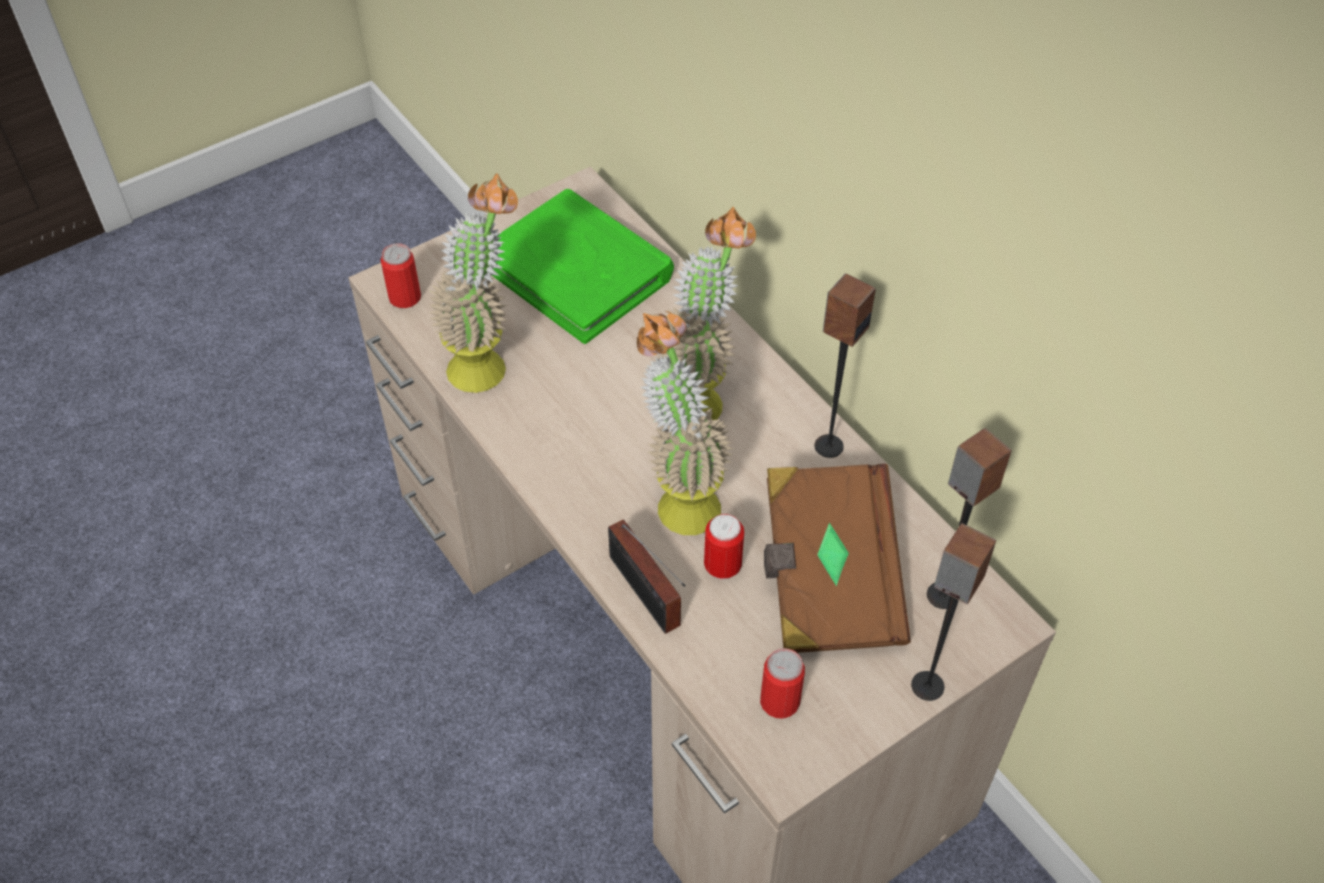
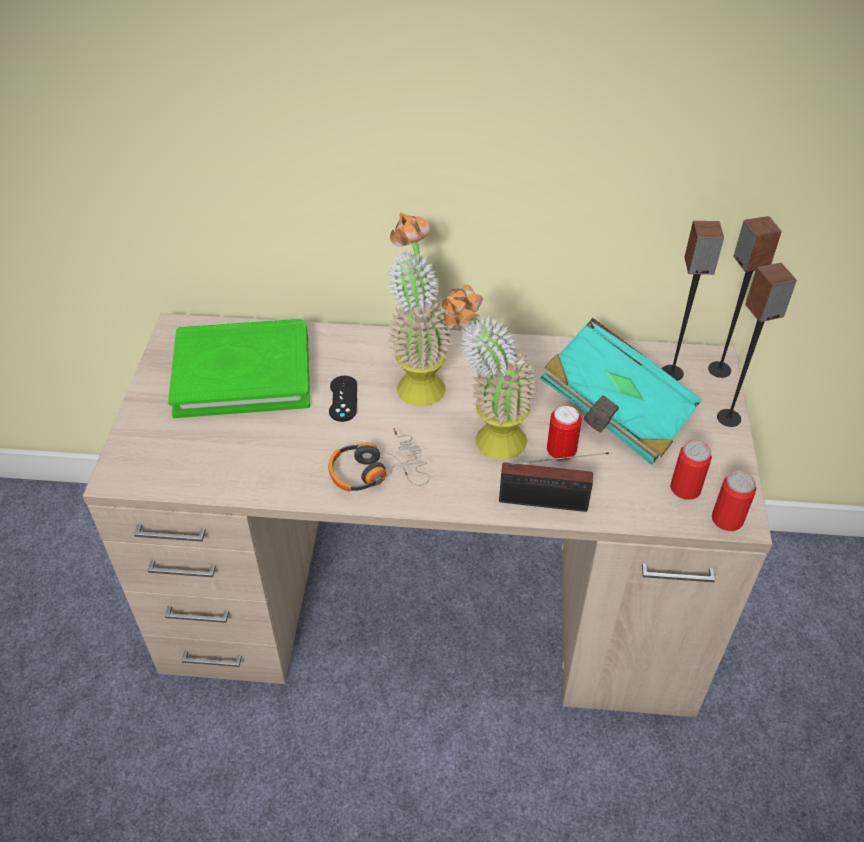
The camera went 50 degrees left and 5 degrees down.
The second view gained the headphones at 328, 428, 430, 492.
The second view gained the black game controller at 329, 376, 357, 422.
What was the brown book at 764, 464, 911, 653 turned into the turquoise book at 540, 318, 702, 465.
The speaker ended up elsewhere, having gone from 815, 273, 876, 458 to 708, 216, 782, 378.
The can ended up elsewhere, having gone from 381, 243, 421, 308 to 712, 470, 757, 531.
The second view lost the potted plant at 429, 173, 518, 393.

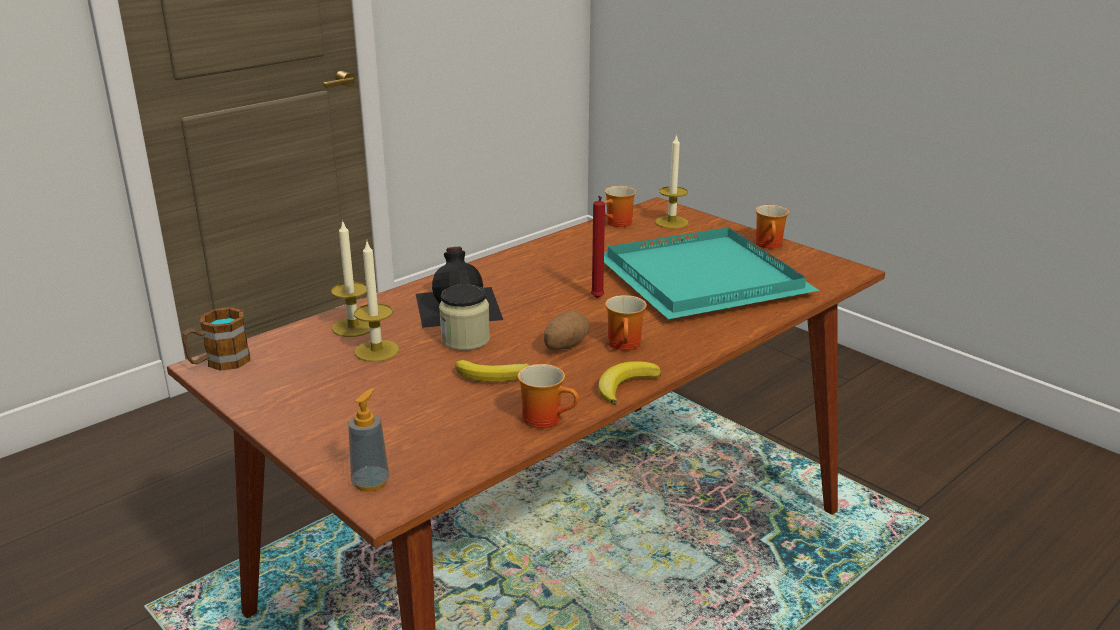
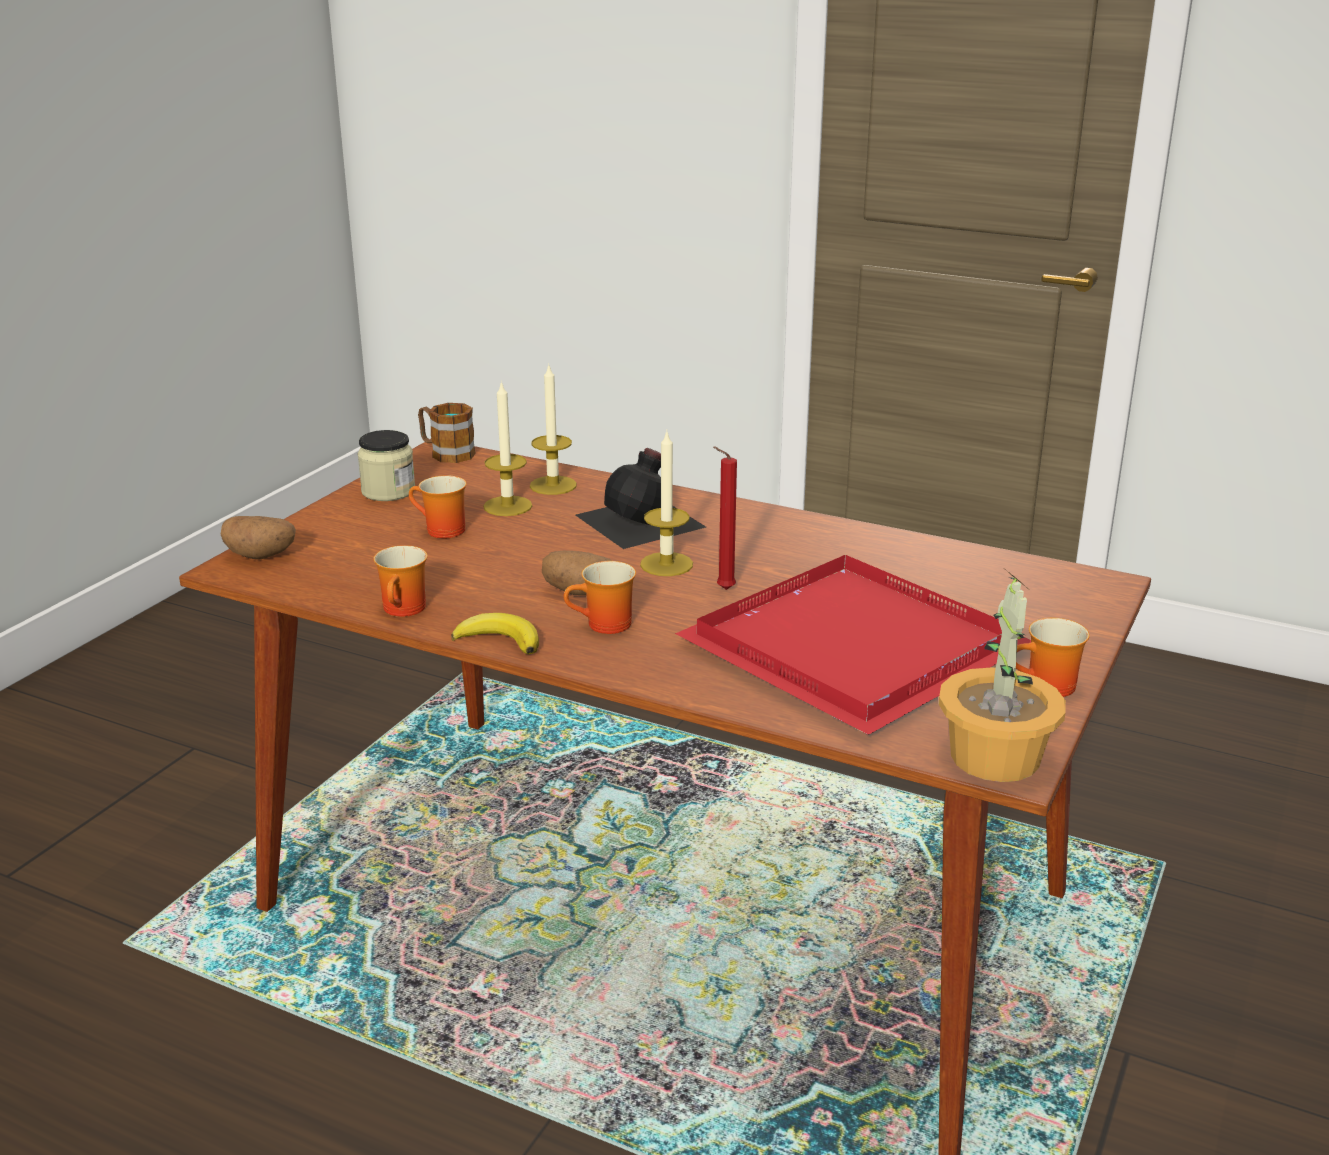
The camera went 70 degrees right and 0 degrees up.
Where the soap dispenser stood at 348, 388, 389, 492, the potato came to stand at 221, 516, 296, 559.
The jar ended up elsewhere, having gone from 439, 284, 490, 351 to 357, 430, 415, 501.
The mug ended up elsewhere, having gone from 604, 186, 636, 227 to 409, 475, 467, 539.
The candle ended up elsewhere, having gone from 655, 134, 689, 229 to 640, 432, 693, 576.
What was the turquoise tray at 604, 227, 820, 319 turned into the red tray at 675, 555, 1031, 735.
The second view gained the potted plant at 938, 570, 1066, 782.
The second view lost the banana at 455, 360, 529, 382.

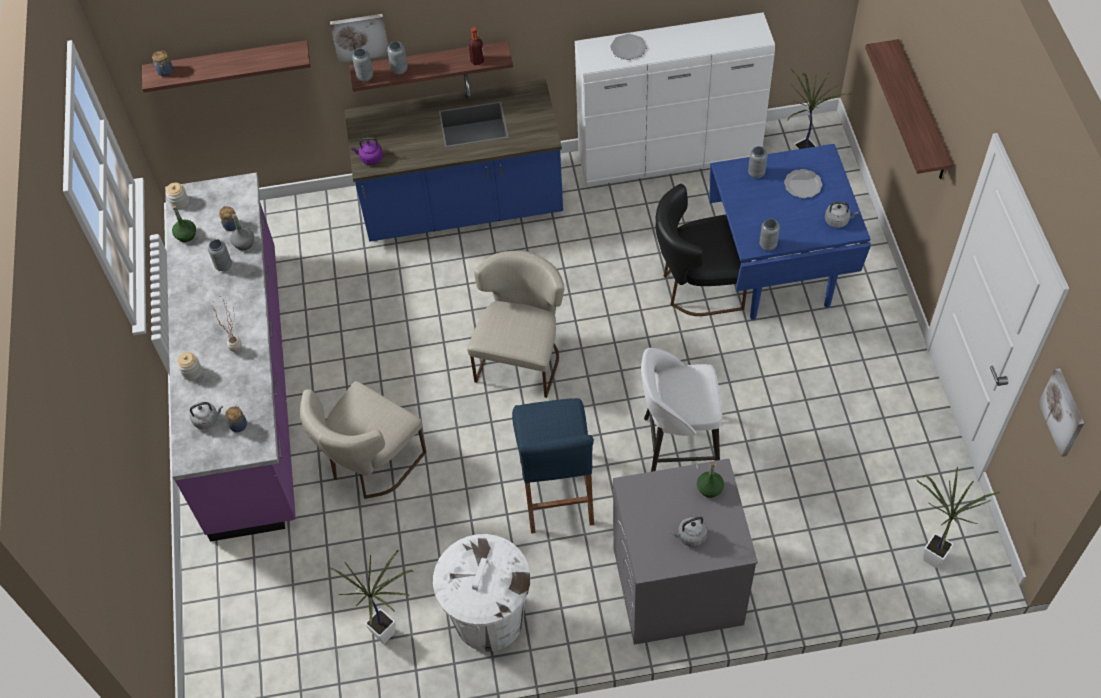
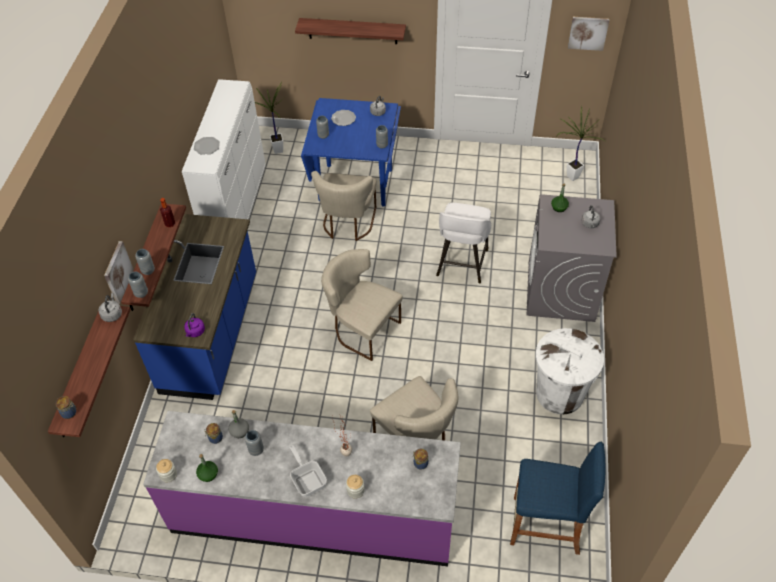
The camera went 75 degrees left and 5 degrees down.
The grey kettle ended up elsewhere, having gone from 190, 402, 223, 429 to 99, 293, 122, 322.
The second view gained the frying pan at 289, 445, 327, 497.
What was the black chair at 656, 184, 747, 316 turned into the beige chair at 311, 171, 377, 241.
The blue stool ended up elsewhere, having gone from 512, 398, 594, 534 to 510, 442, 605, 555.
The second view lost the potted plant at 329, 549, 413, 644.

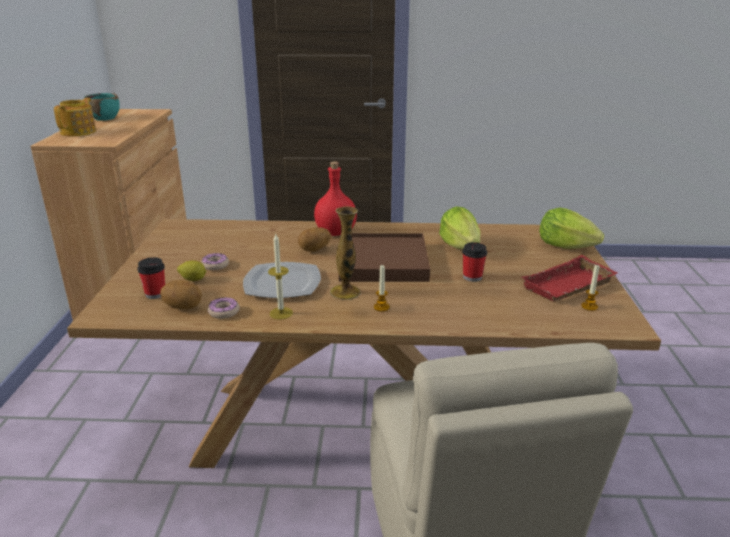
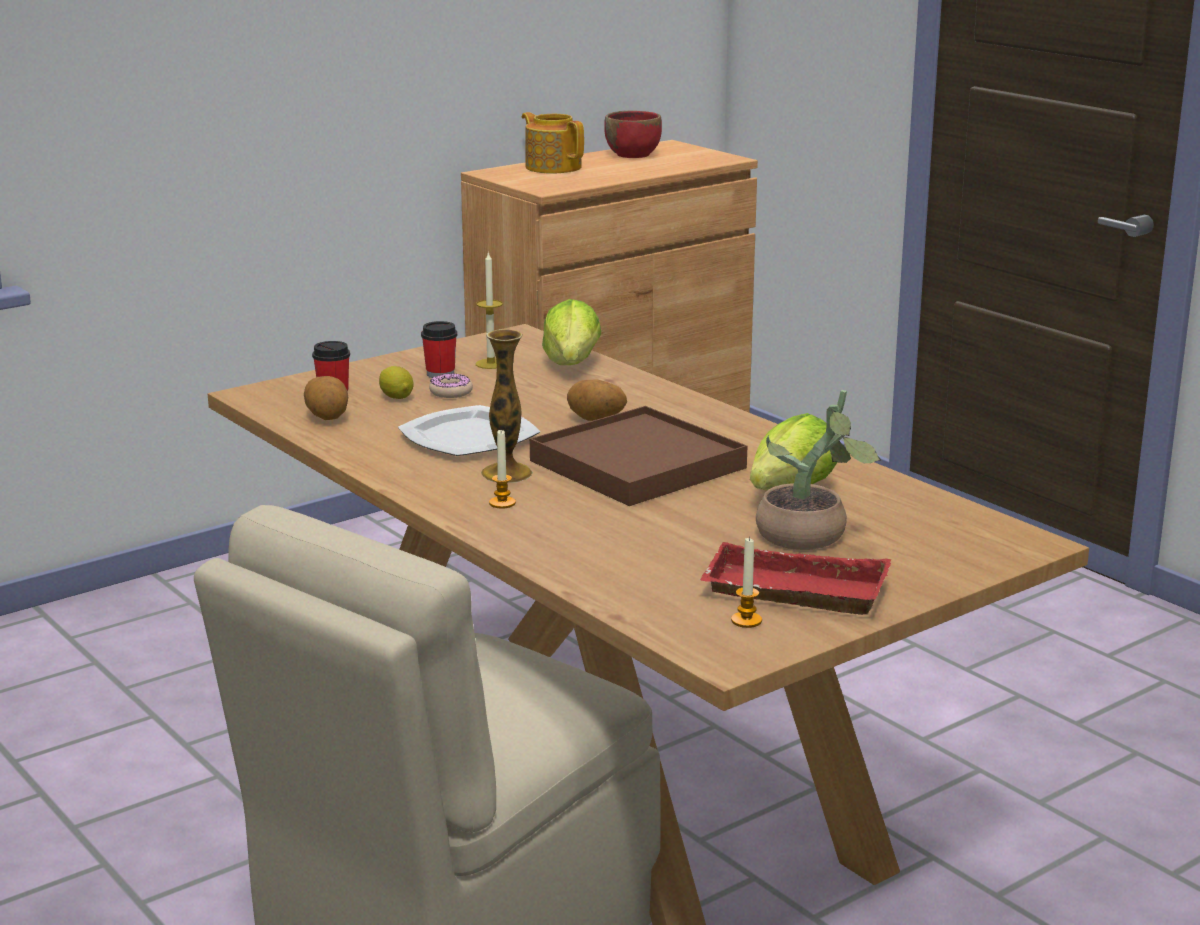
The camera went 50 degrees right and 5 degrees down.
The cup ended up elsewhere, having gone from 462, 242, 487, 282 to 421, 321, 457, 378.
The candle ended up elsewhere, having gone from 268, 234, 293, 320 to 476, 251, 503, 369.
The teapot at 54, 98, 96, 136 ended up facing another way, 105 degrees counterclockwise from before.
The lettuce ended up elsewhere, having gone from 539, 208, 604, 249 to 542, 299, 601, 365.
What was the turquoise bowl at 84, 93, 120, 121 turned into the red bowl at 604, 111, 662, 158.
The second view gained the potted plant at 756, 390, 882, 550.
The second view lost the donut at 208, 297, 240, 319.
The second view lost the red bottle at 314, 161, 357, 236.

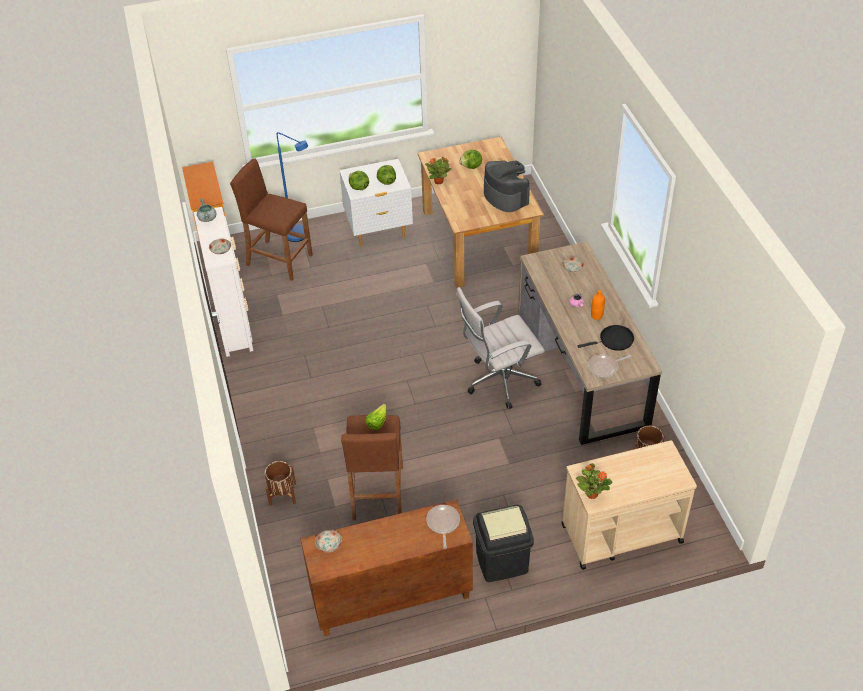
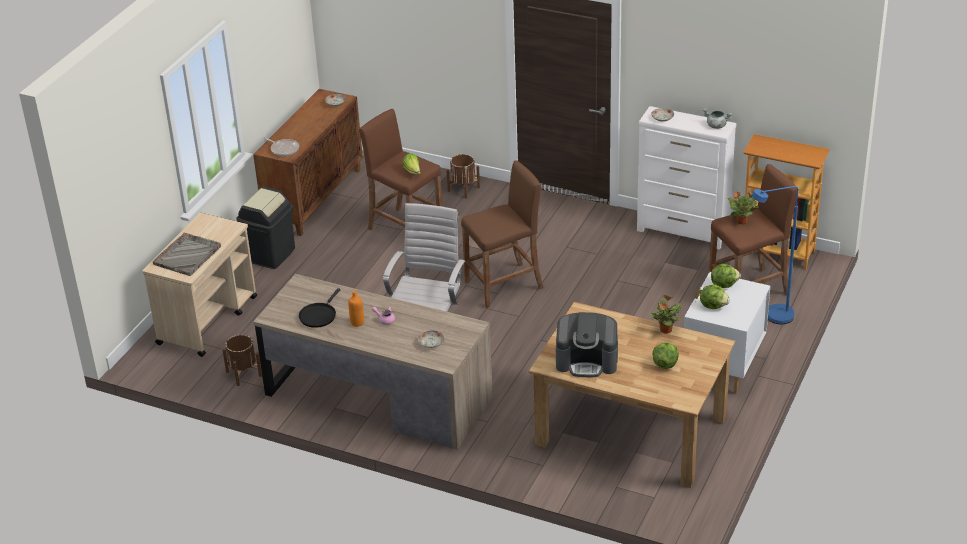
The camera went 130 degrees right and 10 degrees down.
The second view gained the grey tray at 153, 233, 221, 276.
The second view gained the brown stool at 461, 161, 544, 308.
The potted plant ended up elsewhere, having gone from 576, 463, 612, 499 to 727, 191, 759, 224.
The second view lost the frying pan at 588, 354, 631, 378.

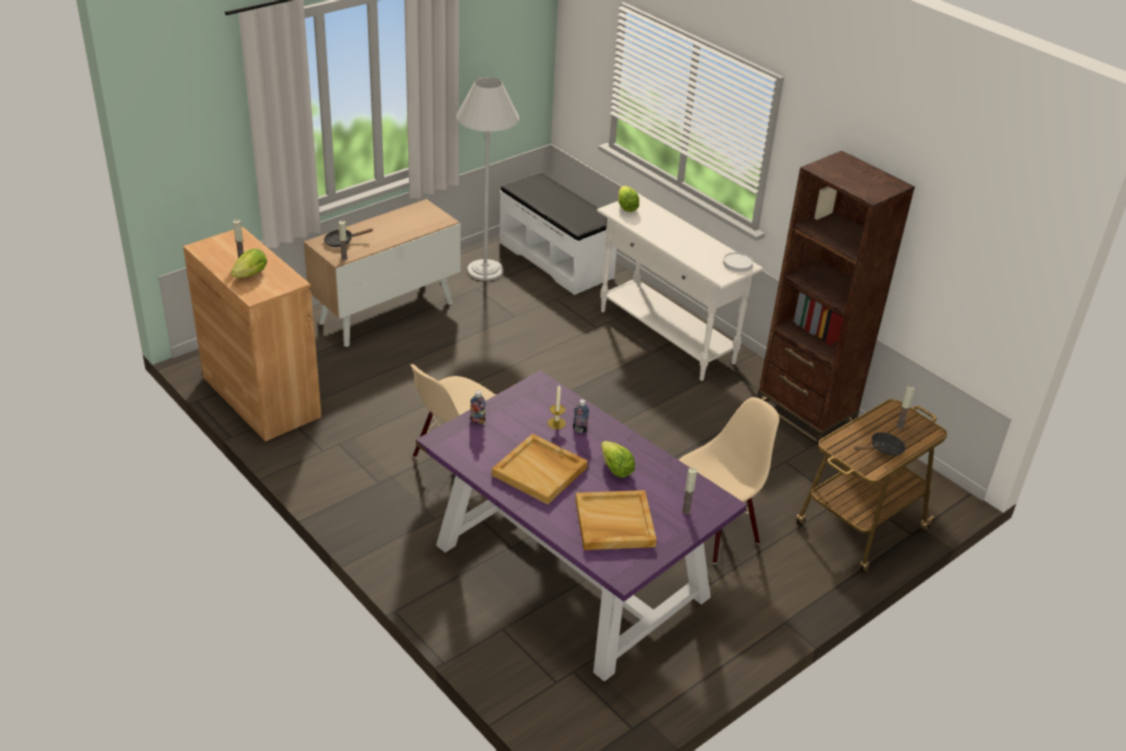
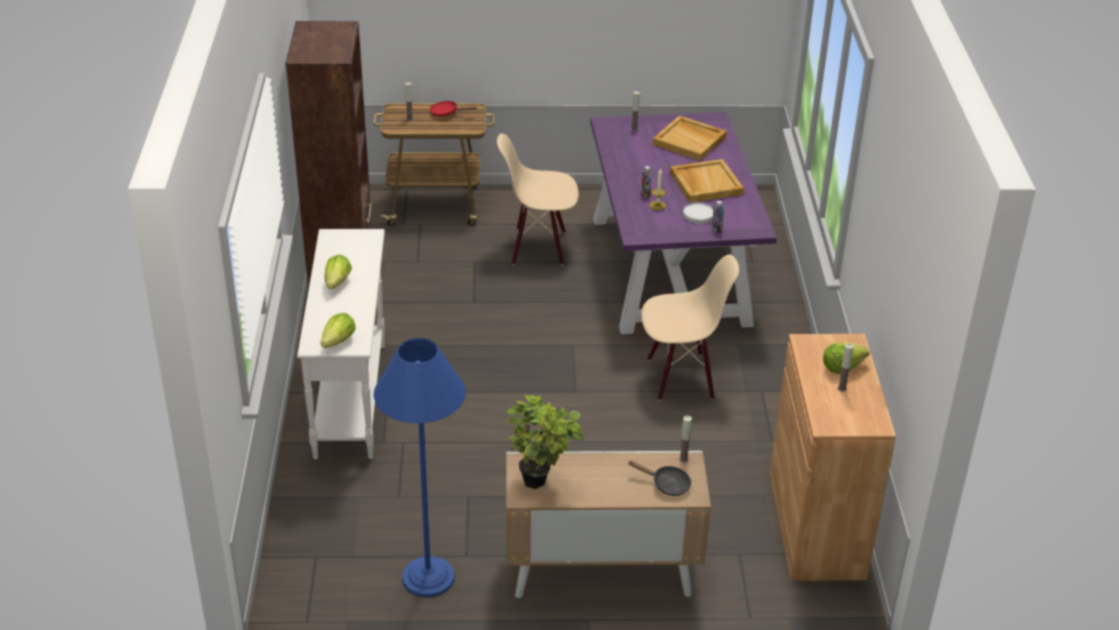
The camera went 140 degrees left and 0 degrees up.
The lettuce ended up elsewhere, having gone from 601, 441, 635, 478 to 325, 255, 352, 289.
What was the white floor lamp at 456, 77, 519, 281 turned into the blue floor lamp at 373, 338, 466, 597.
What was the black frying pan at 854, 432, 906, 456 turned into the red frying pan at 429, 101, 476, 117.
The second view gained the potted plant at 506, 395, 584, 489.
The white plate ended up elsewhere, having gone from 723, 252, 753, 272 to 683, 202, 714, 224.
The second view lost the white bench at 499, 172, 617, 295.

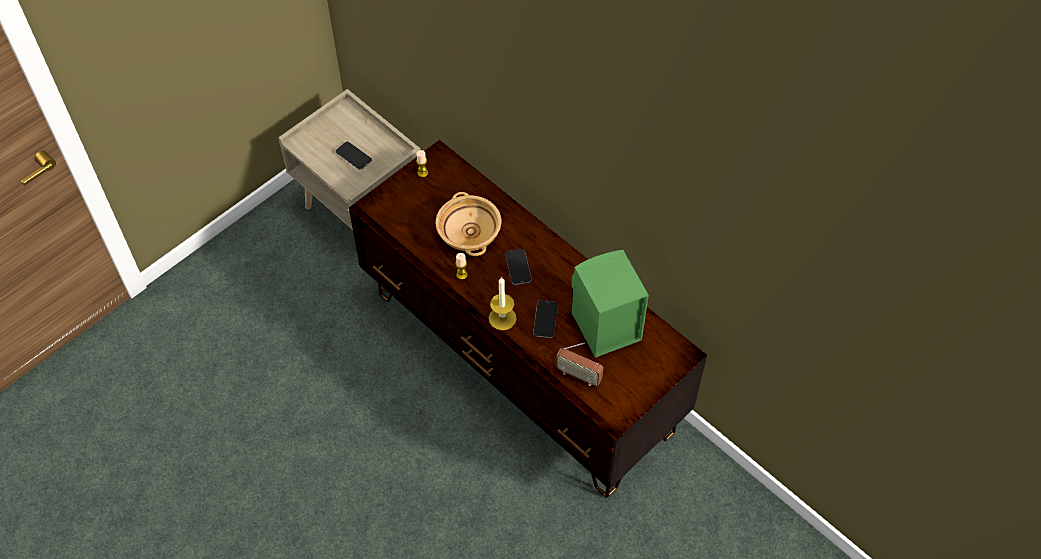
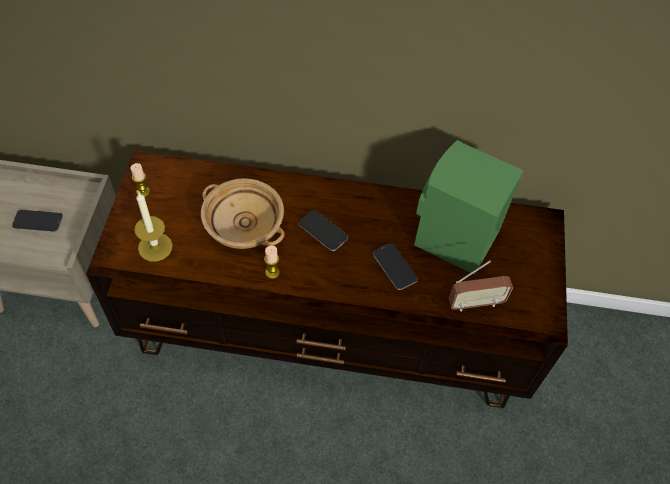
The camera went 40 degrees left and 0 degrees up.
The candle ended up elsewhere, having gone from 489, 277, 517, 330 to 134, 193, 173, 262.

